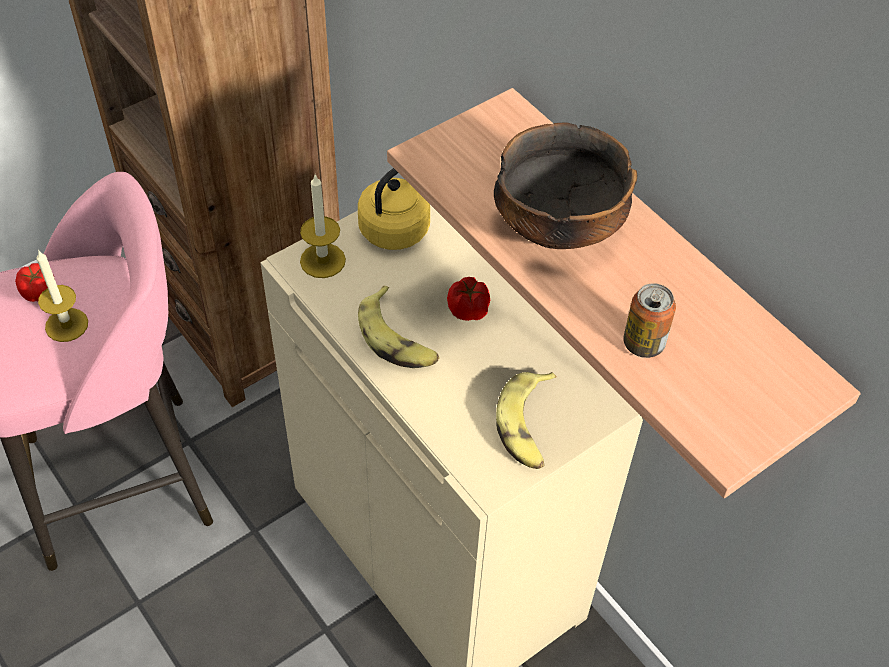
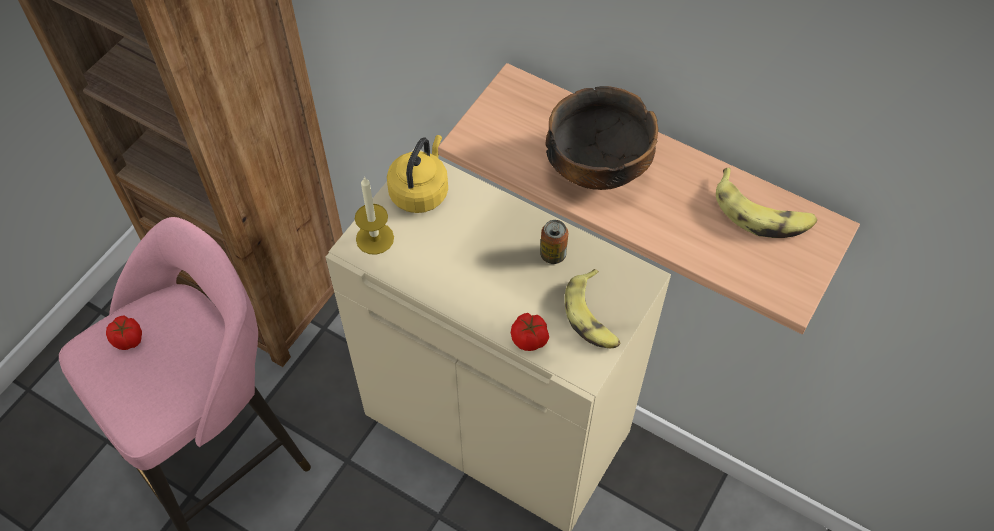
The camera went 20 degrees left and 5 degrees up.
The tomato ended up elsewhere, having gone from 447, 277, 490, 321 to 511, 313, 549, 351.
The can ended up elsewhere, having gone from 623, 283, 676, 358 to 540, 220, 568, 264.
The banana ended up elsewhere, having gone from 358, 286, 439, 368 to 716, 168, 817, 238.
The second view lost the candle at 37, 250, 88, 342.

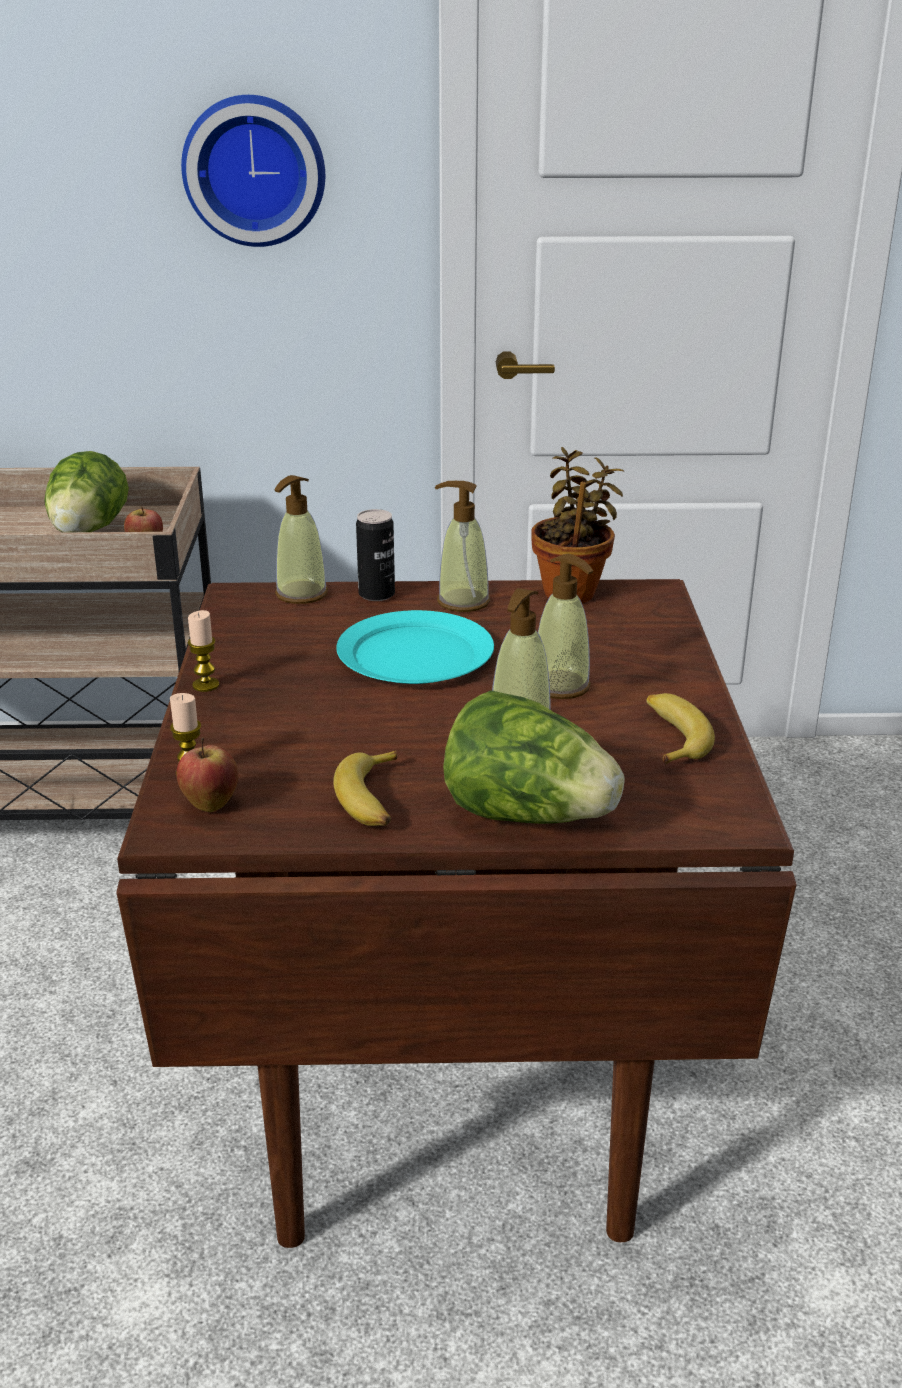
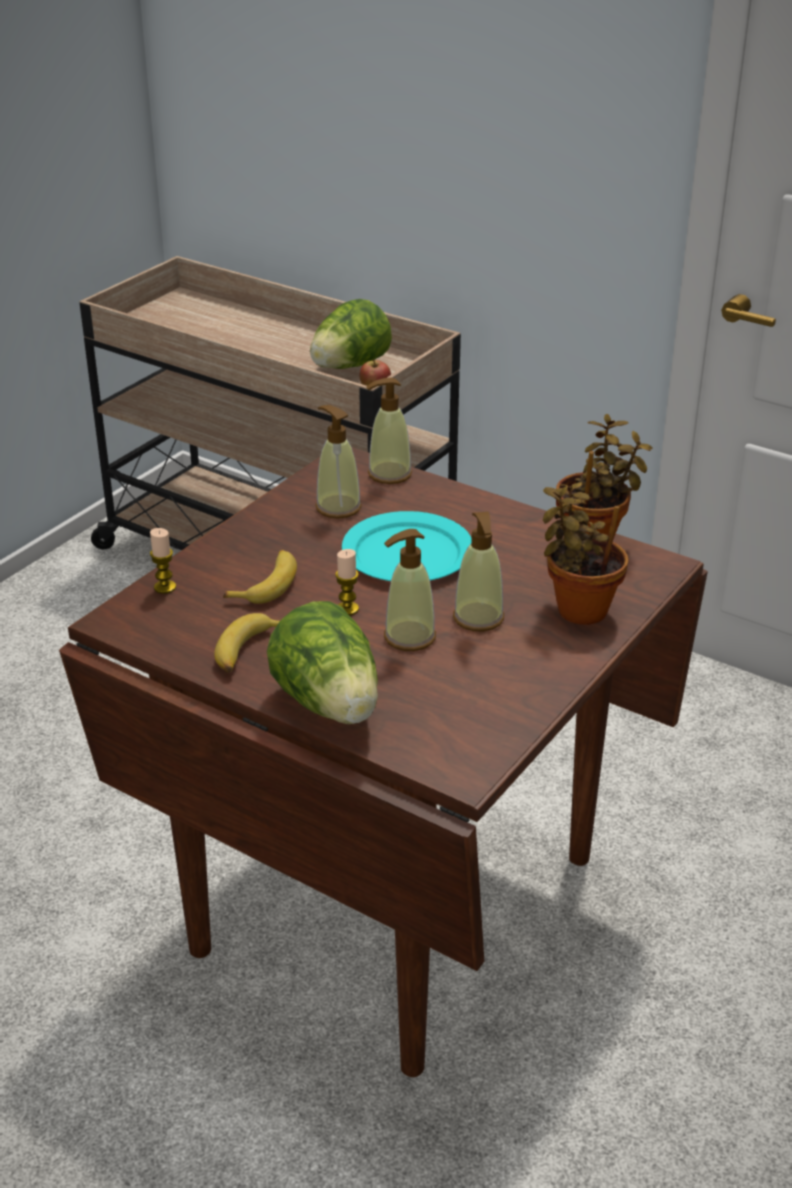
The camera went 35 degrees right and 5 degrees up.
The banana ended up elsewhere, having gone from 646, 693, 715, 765 to 223, 550, 297, 604.
The soap dispenser ended up elsewhere, having gone from 435, 481, 490, 612 to 316, 405, 362, 519.
The candle ended up elsewhere, having gone from 188, 610, 219, 692 to 335, 549, 359, 616.
The second view gained the potted plant at 543, 482, 629, 625.
The second view lost the apple at 176, 738, 238, 812.
The second view lost the wall clock at 181, 95, 325, 247.
The second view lost the can at 356, 509, 395, 601.

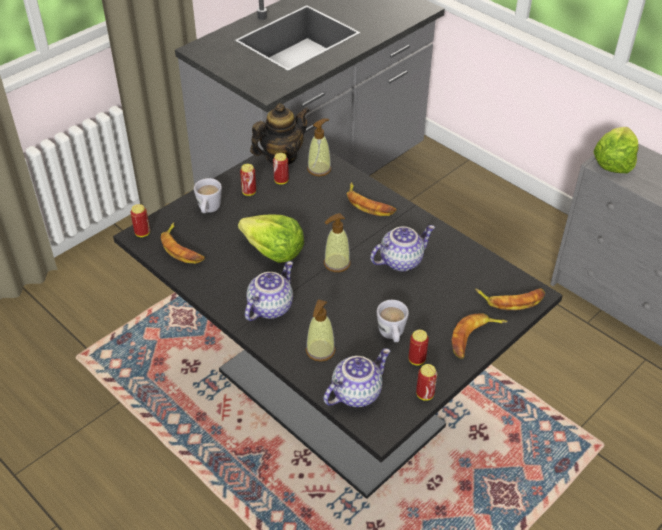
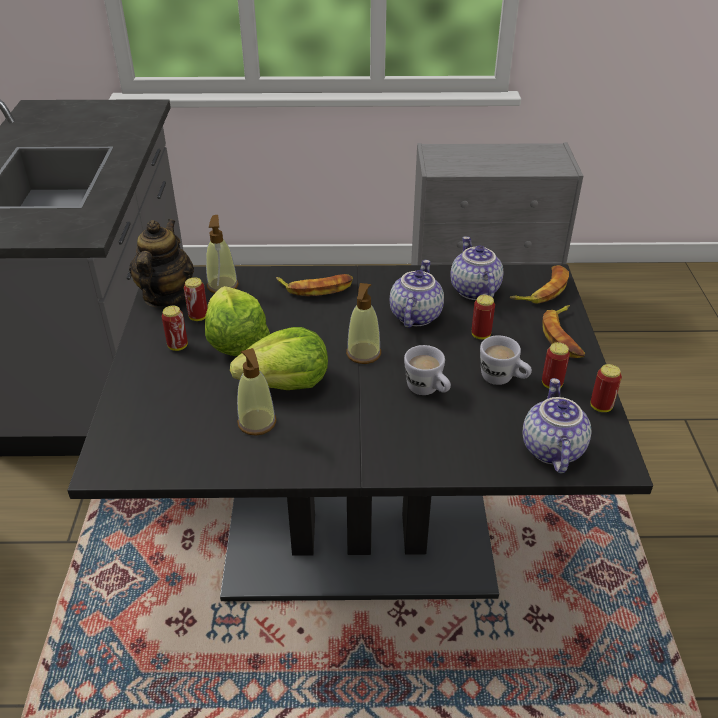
The camera went 45 degrees left and 5 degrees down.
The lettuce ended up elsewhere, having gone from 593, 127, 638, 173 to 205, 286, 270, 356.
The soap dispenser ended up elsewhere, having gone from 306, 299, 336, 362 to 237, 348, 277, 435.
The white mug ended up elsewhere, having gone from 194, 178, 222, 213 to 404, 345, 451, 395.
The teapot ended up elsewhere, having gone from 245, 261, 293, 321 to 450, 236, 504, 300.
The can ended up elsewhere, having gone from 130, 204, 150, 237 to 472, 295, 495, 339.
The second view lost the banana at 161, 222, 205, 264.

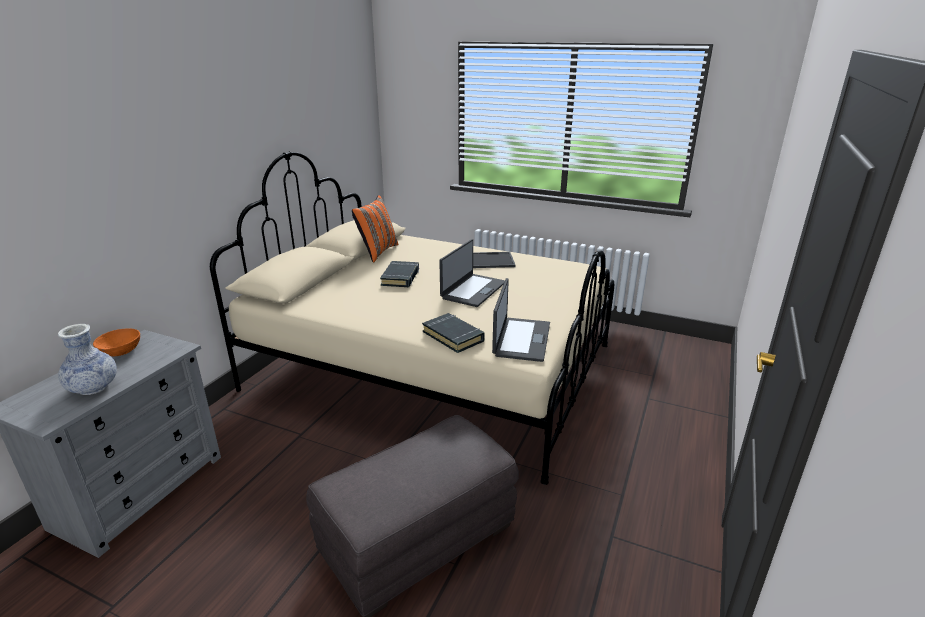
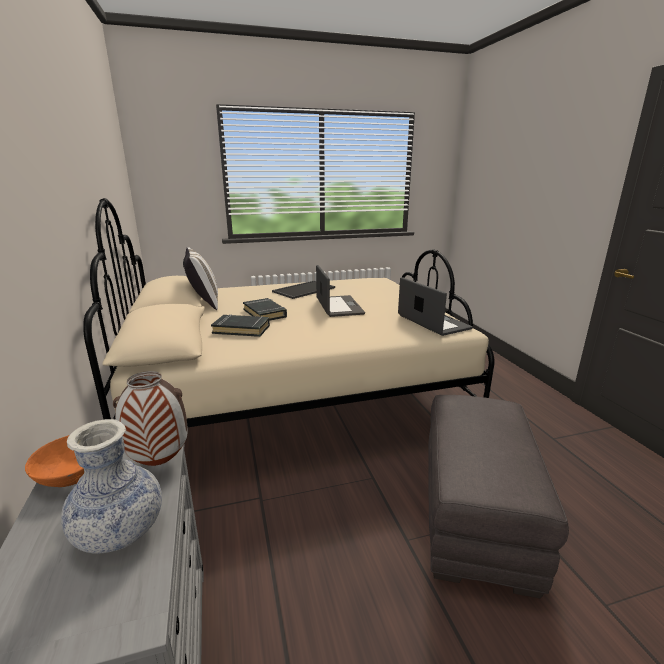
The camera went 40 degrees left and 5 degrees down.
The second view gained the vase at 113, 371, 188, 466.
What was the orange pillow at 352, 195, 399, 263 turned into the white pillow at 183, 247, 218, 310.
The black book ended up elsewhere, having gone from 422, 313, 485, 353 to 211, 314, 270, 337.

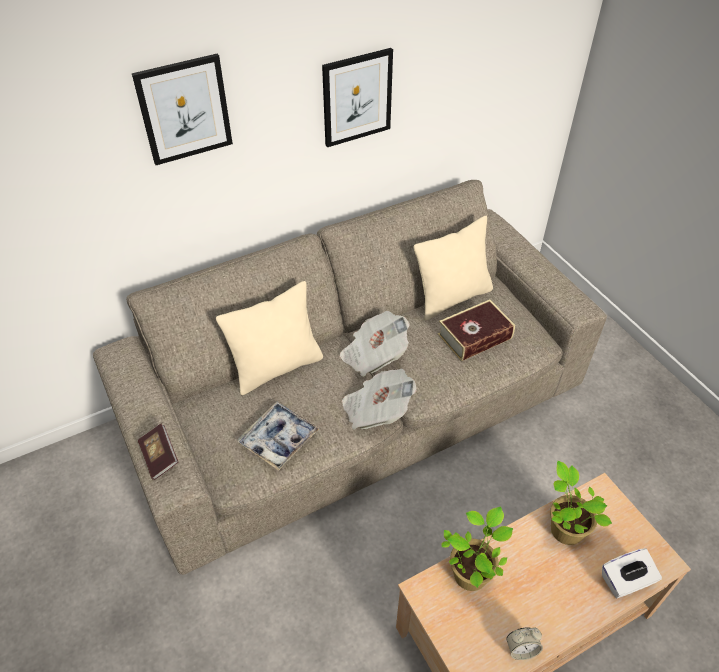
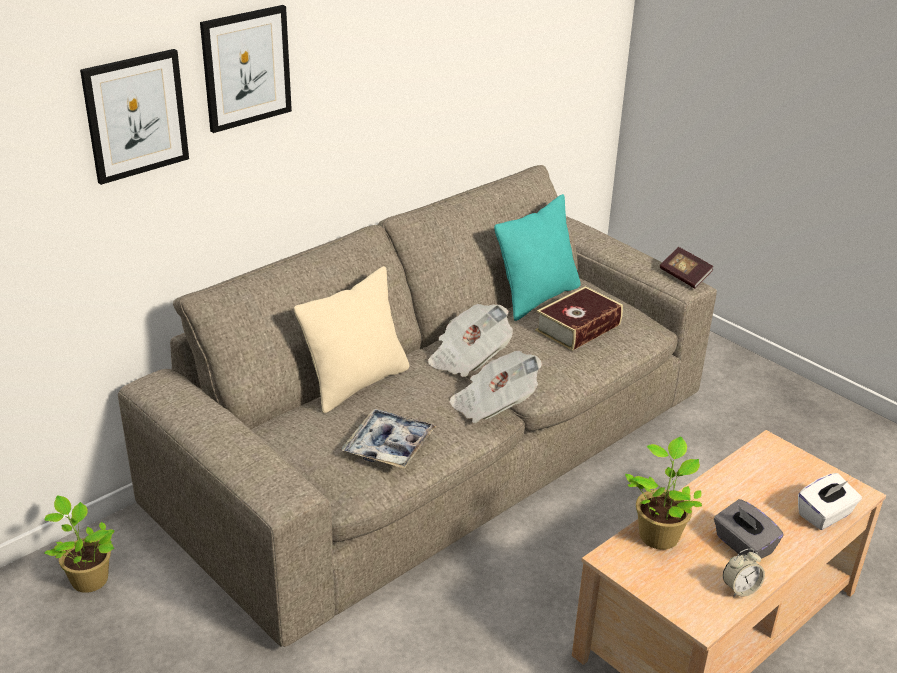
The camera went 15 degrees left and 15 degrees down.
The potted plant ended up elsewhere, having gone from 550, 461, 612, 545 to 44, 495, 115, 593.
The picture ended up elsewhere, having gone from 322, 48, 393, 147 to 80, 49, 189, 185.
What was the beige pillow at 414, 216, 493, 320 turned into the turquoise pillow at 494, 194, 581, 321.
The book ended up elsewhere, having gone from 138, 424, 178, 480 to 660, 247, 714, 289.
The second view gained the grey tissue box at 714, 499, 783, 562.

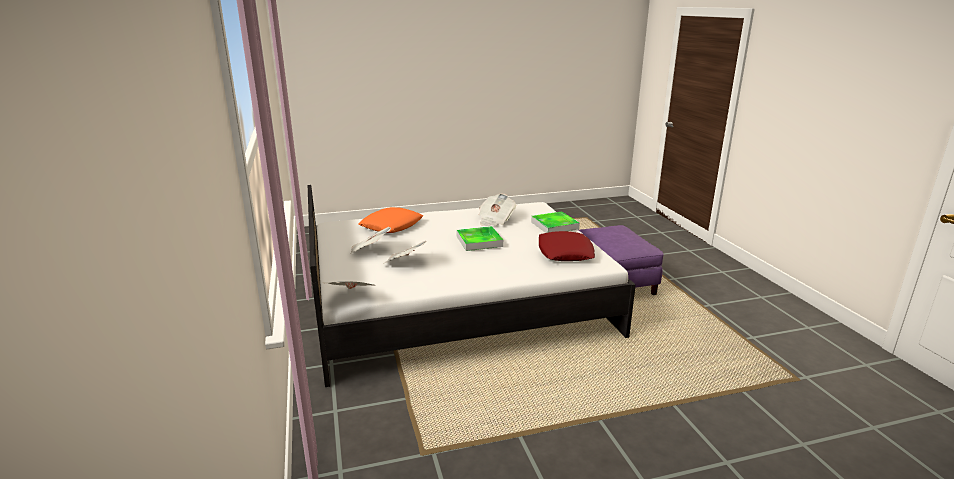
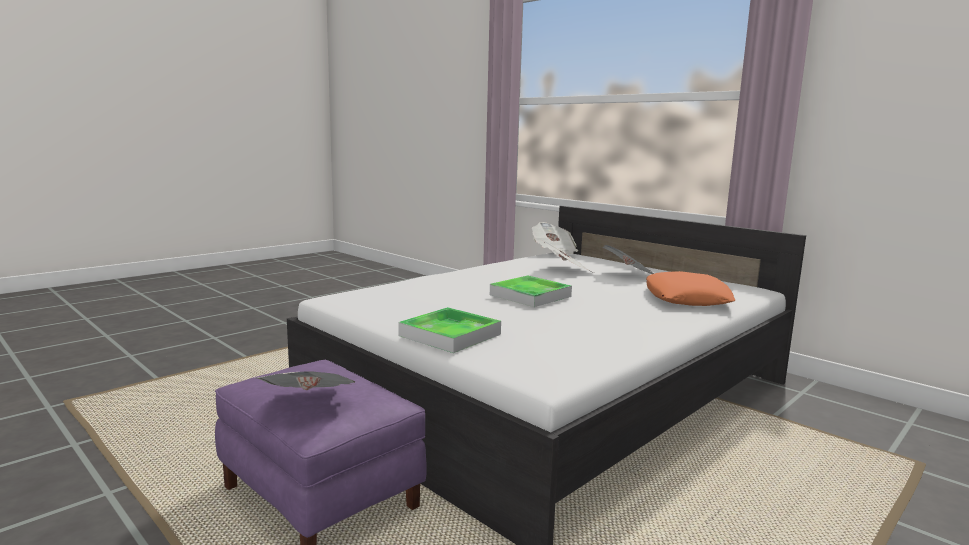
The camera went 150 degrees right and 10 degrees down.
The newspaper ended up elsewhere, having gone from 478, 193, 516, 226 to 257, 371, 355, 390.
The second view lost the red pillow at 539, 231, 595, 261.

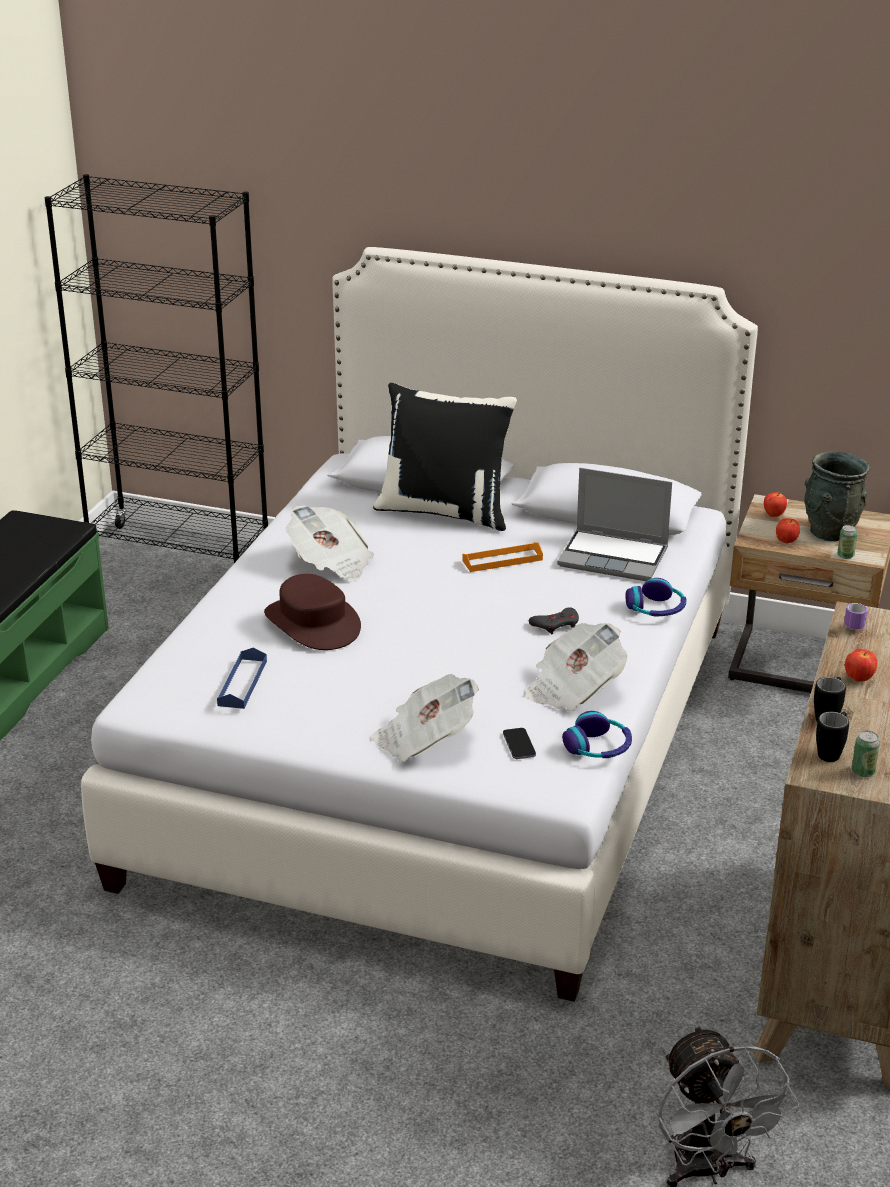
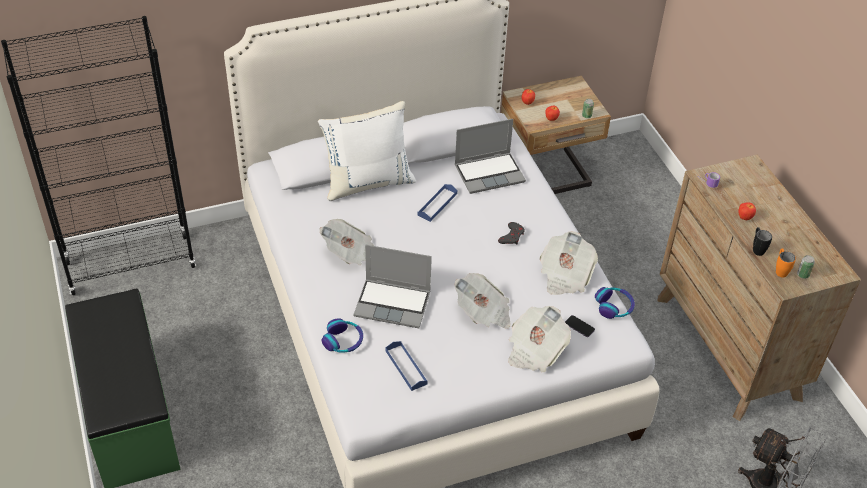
The camera went 40 degrees left and 15 degrees up.
What was the black pillow at 373, 383, 517, 531 turned into the white pillow at 318, 101, 416, 201.
The headphones ended up elsewhere, having gone from 625, 578, 686, 617 to 321, 318, 363, 353.
Where the brown hat stood at 264, 574, 361, 650, the laptop came to stand at 354, 245, 432, 328.
What was the orange tray at 462, 542, 543, 572 turned into the blue tray at 418, 184, 457, 222.
The second view gained the newspaper at 454, 273, 511, 328.
What was the black mug at 816, 711, 849, 762 turned into the orange mug at 776, 248, 796, 277.
The second view lost the grey vase at 804, 452, 869, 541.

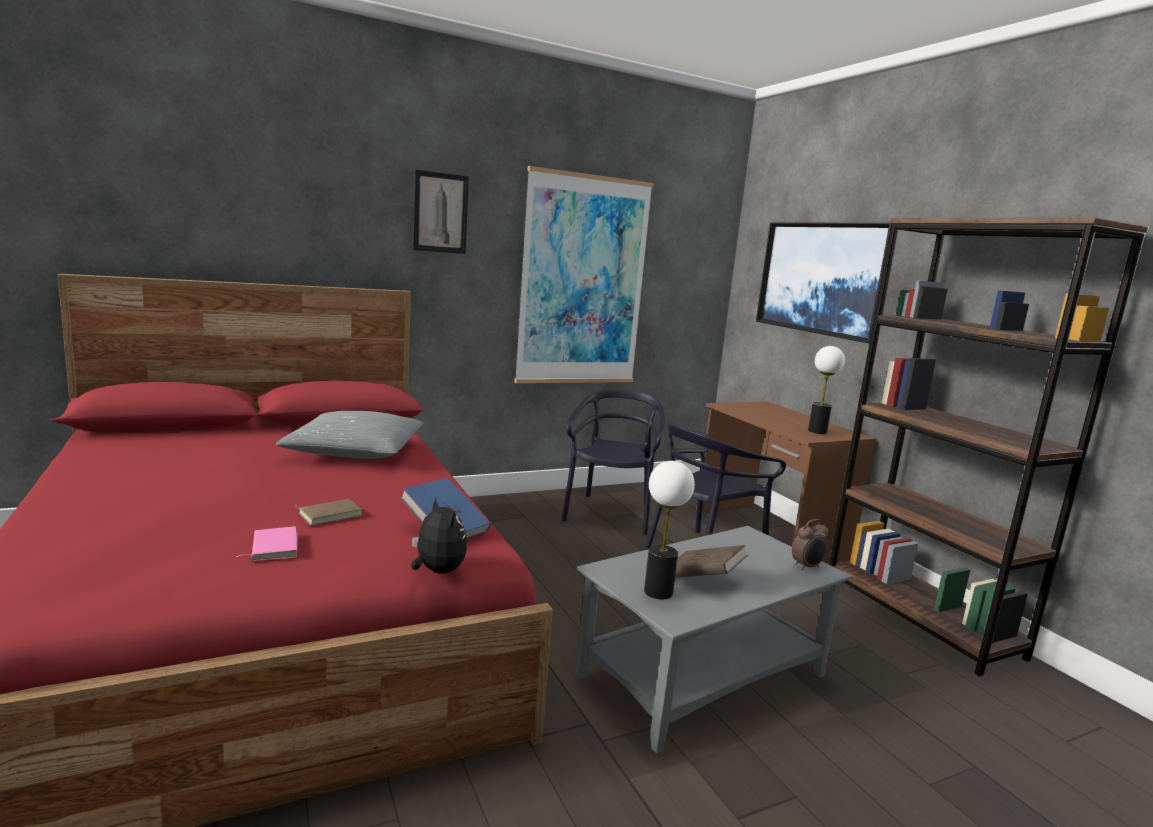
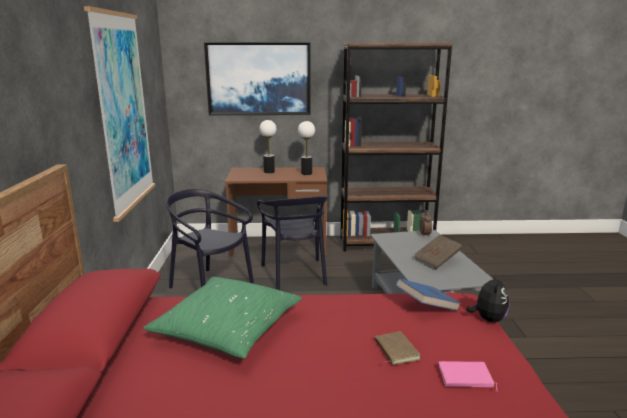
The camera went 65 degrees left and 5 degrees up.
What was the grey pillow at 276, 411, 424, 459 turned into the green pillow at 143, 277, 302, 358.
The table lamp ended up elsewhere, having gone from 644, 461, 695, 599 to 260, 120, 276, 173.
The plush toy at 411, 497, 467, 574 ended up facing another way, 120 degrees clockwise from before.
The second view lost the picture at 413, 169, 469, 254.

